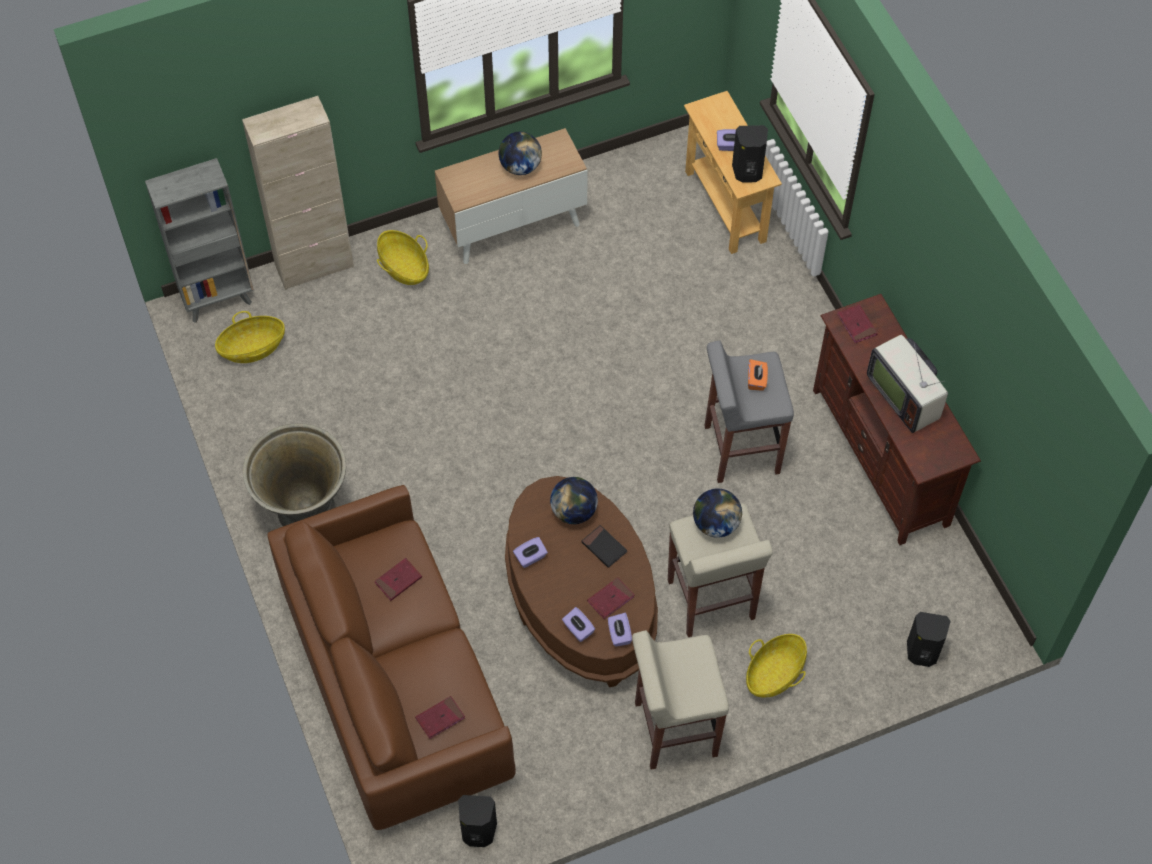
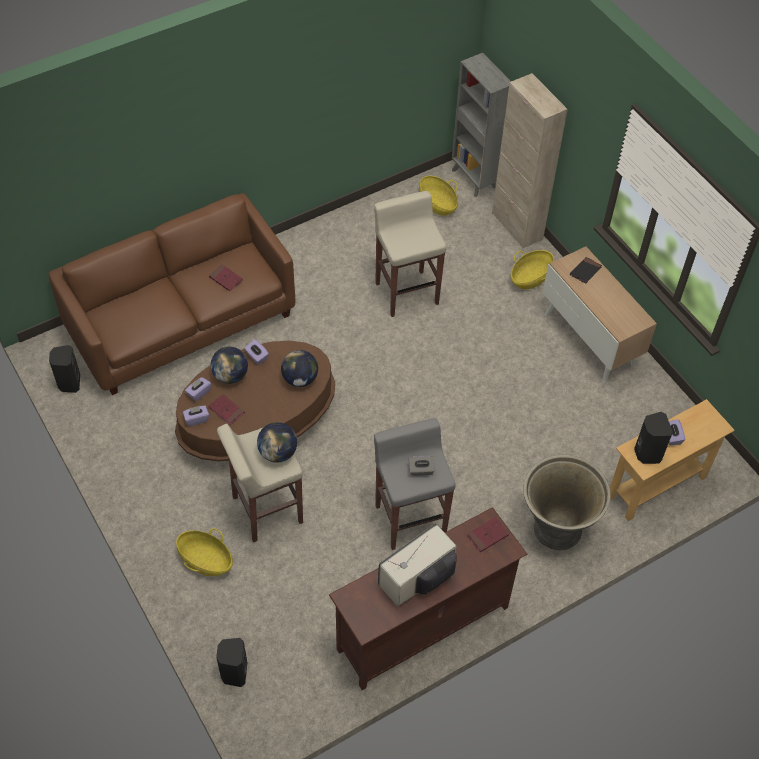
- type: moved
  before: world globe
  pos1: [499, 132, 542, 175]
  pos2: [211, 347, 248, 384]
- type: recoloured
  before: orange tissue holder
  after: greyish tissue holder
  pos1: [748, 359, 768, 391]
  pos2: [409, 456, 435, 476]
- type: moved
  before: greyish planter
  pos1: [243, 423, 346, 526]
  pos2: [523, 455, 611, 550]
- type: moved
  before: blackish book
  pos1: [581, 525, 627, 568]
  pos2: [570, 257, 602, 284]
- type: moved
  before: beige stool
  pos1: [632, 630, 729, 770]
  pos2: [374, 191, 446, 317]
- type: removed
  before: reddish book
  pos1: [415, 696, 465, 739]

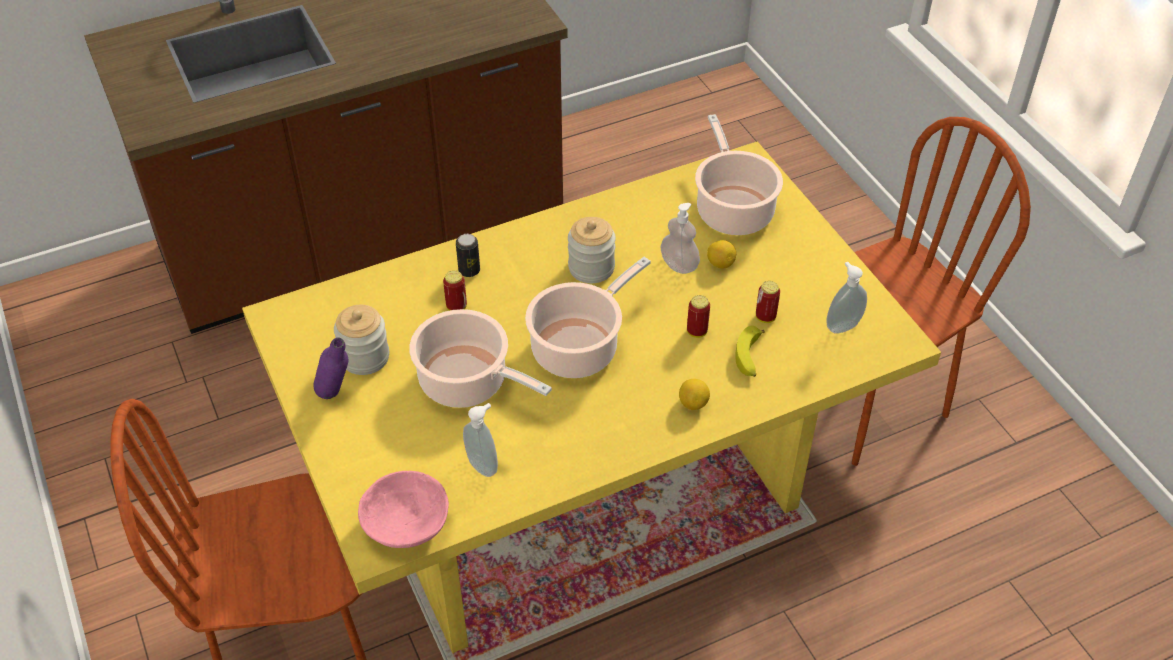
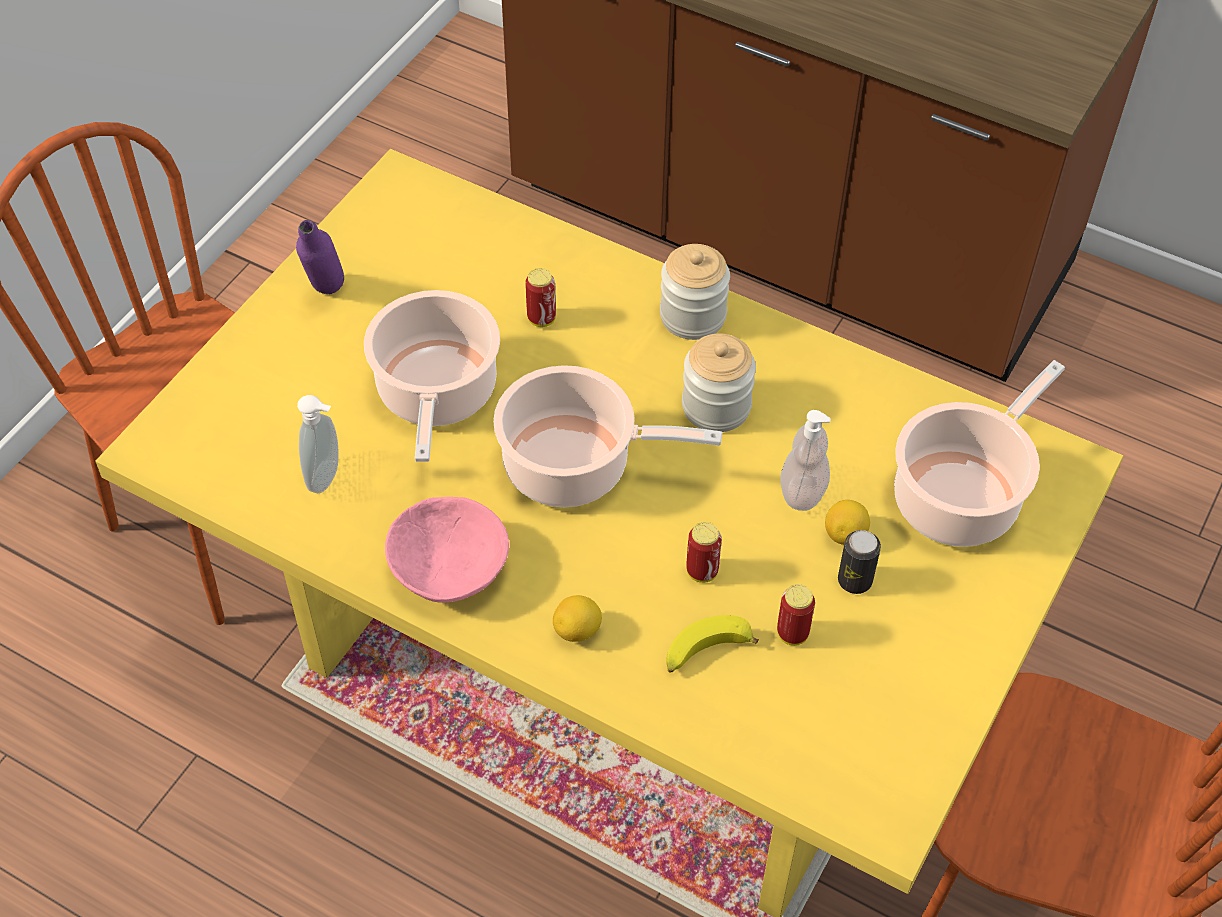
- type: moved
  before: metal can
  pos1: [456, 234, 480, 277]
  pos2: [838, 530, 881, 594]
- type: removed
  before: soap bottle
  pos1: [826, 262, 867, 334]
- type: moved
  before: storage jar
  pos1: [334, 305, 389, 375]
  pos2: [660, 244, 730, 340]
- type: moved
  before: pink serving bowl
  pos1: [358, 471, 449, 548]
  pos2: [385, 497, 509, 603]

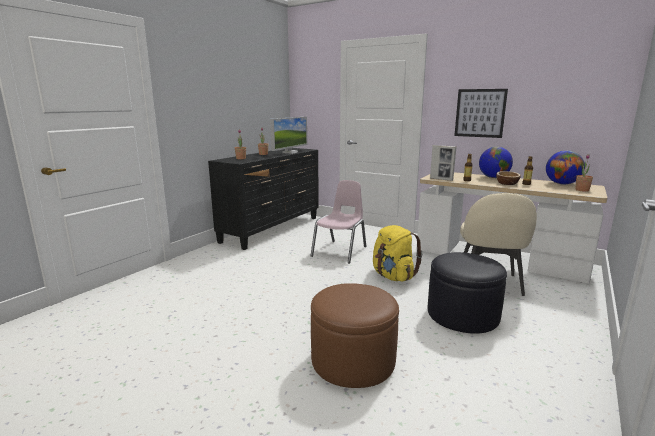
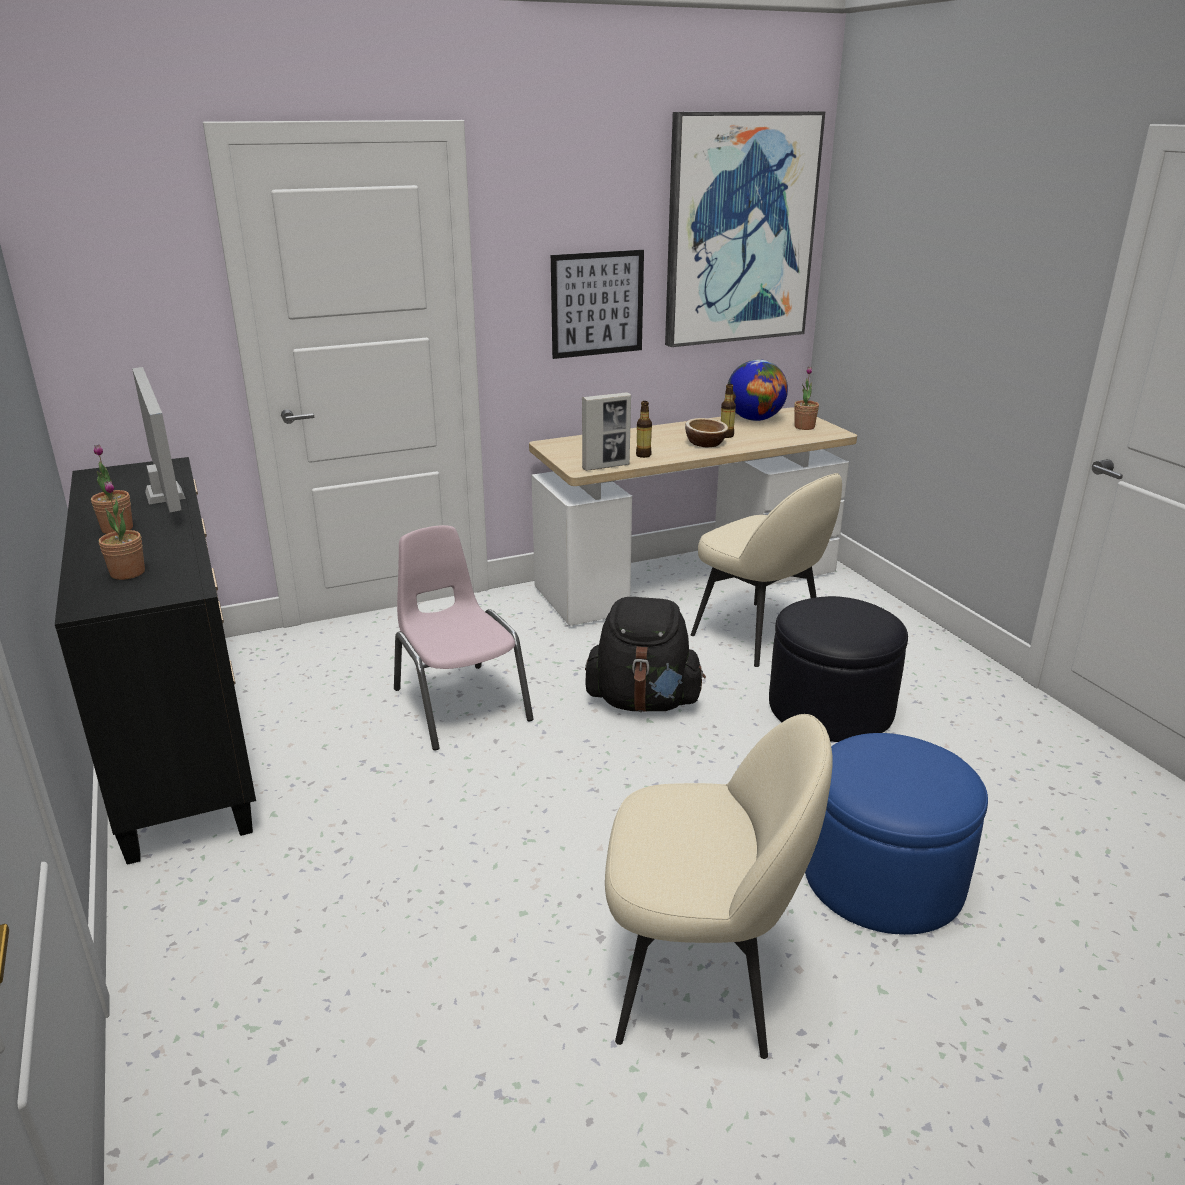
- type: removed
  before: world globe
  pos1: [479, 147, 513, 178]
- type: recoloured
  before: yellow knapsack
  after: blackish knapsack
  pos1: [373, 225, 422, 282]
  pos2: [585, 597, 706, 712]
- type: recoloured
  before: brownish pouffe
  after: bluish pouffe
  pos1: [311, 283, 399, 388]
  pos2: [805, 733, 988, 935]
- type: added
  after: picture
  pos2: [665, 111, 825, 347]
- type: added
  after: beige plain chair
  pos2: [605, 714, 832, 1059]

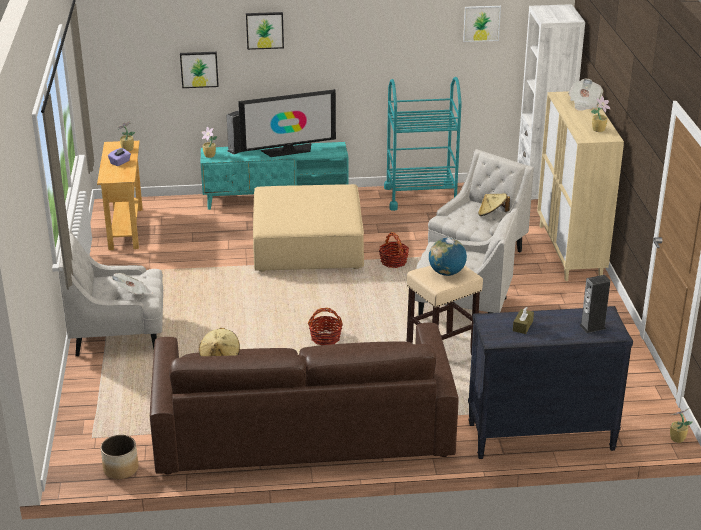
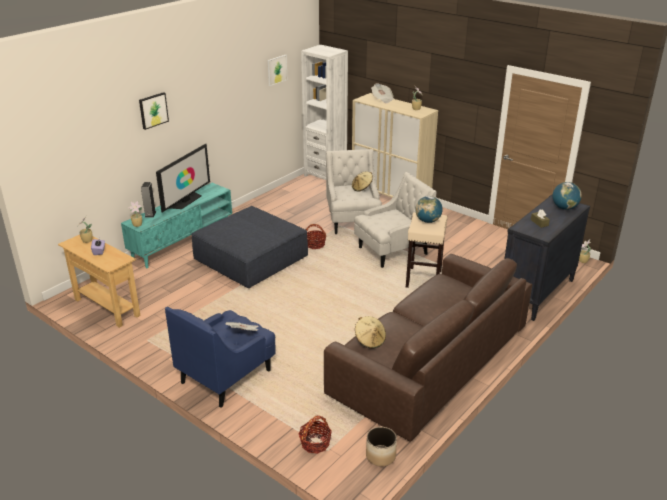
- type: removed
  before: picture
  pos1: [180, 52, 219, 88]
- type: removed
  before: blue-green wheeled cart
  pos1: [384, 77, 462, 211]
- type: recoloured
  before: beige pouffe
  after: bluish pouffe
  pos1: [253, 184, 364, 272]
  pos2: [191, 206, 308, 288]
- type: recoloured
  before: white-coloured armchair
  after: bluish armchair
  pos1: [58, 230, 163, 356]
  pos2: [165, 307, 276, 408]
- type: replaced
  before: speaker
  after: world globe
  pos1: [579, 275, 610, 333]
  pos2: [552, 182, 582, 210]
- type: moved
  before: basket
  pos1: [308, 308, 343, 345]
  pos2: [299, 415, 332, 454]

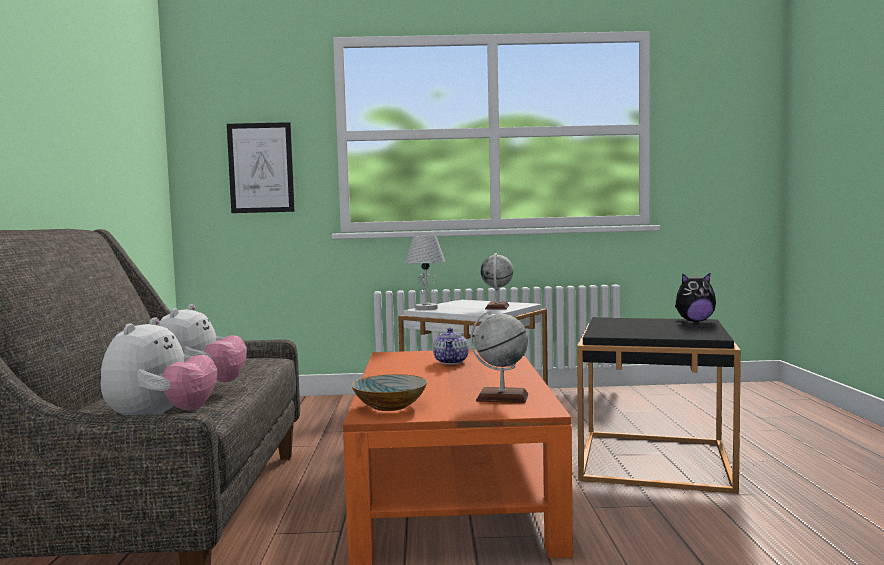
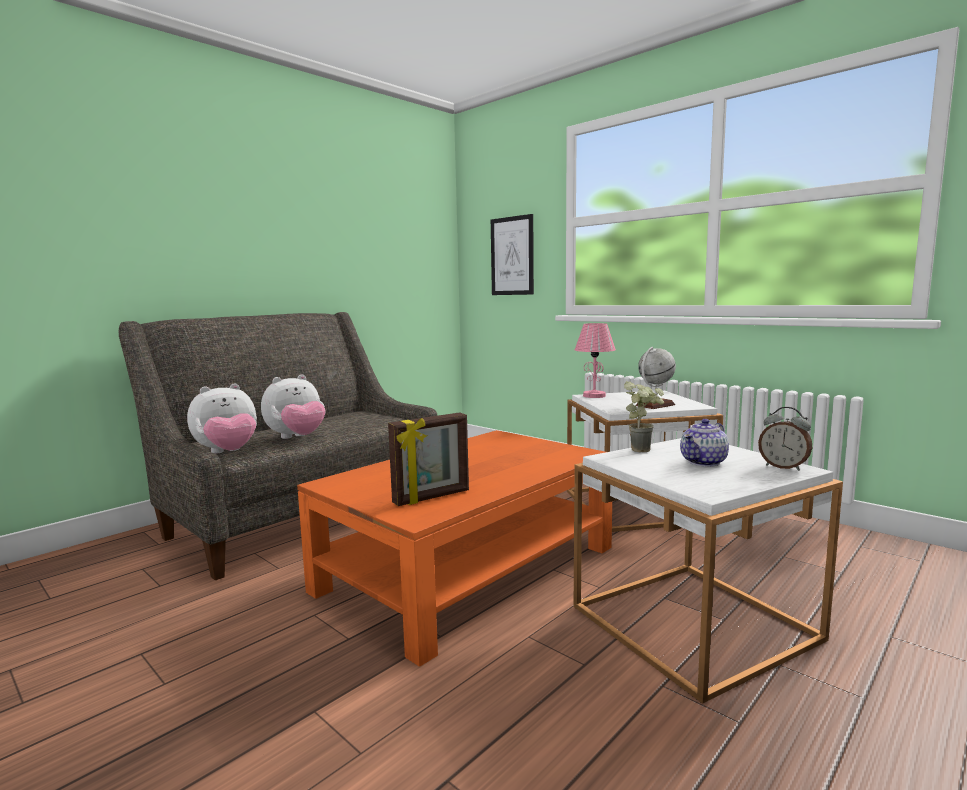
- type: recoloured
  before: white-coloured lamp for a table
  after: pink lamp for a table
  pos1: [405, 236, 446, 310]
  pos2: [575, 323, 616, 398]
- type: replaced
  before: plush toy
  after: table clock
  pos1: [675, 272, 716, 322]
  pos2: [758, 407, 812, 471]
- type: replaced
  before: world globe
  after: standing frame
  pos1: [470, 311, 528, 403]
  pos2: [388, 412, 469, 506]
- type: recoloured
  before: blackish accent table
  after: white-coloured accent table
  pos1: [577, 318, 741, 494]
  pos2: [574, 438, 843, 704]
- type: moved
  before: teapot
  pos1: [433, 328, 469, 364]
  pos2: [680, 419, 729, 467]
- type: removed
  before: serving bowl
  pos1: [351, 374, 427, 411]
- type: added
  after: houseplant
  pos2: [624, 381, 664, 452]

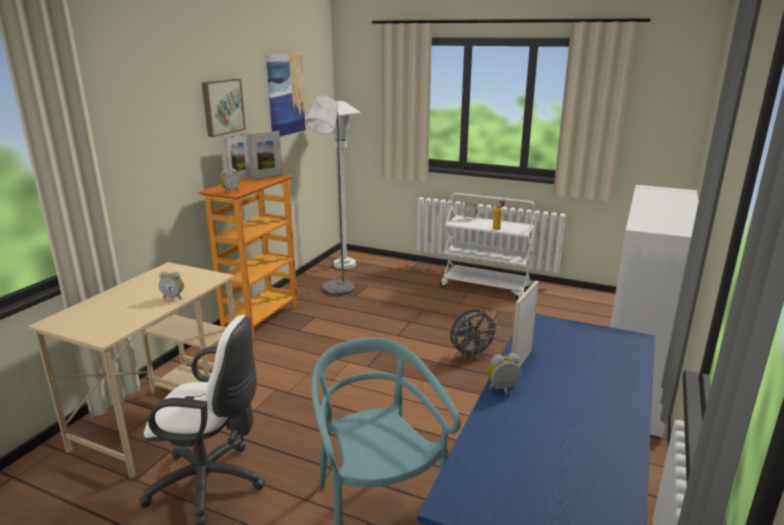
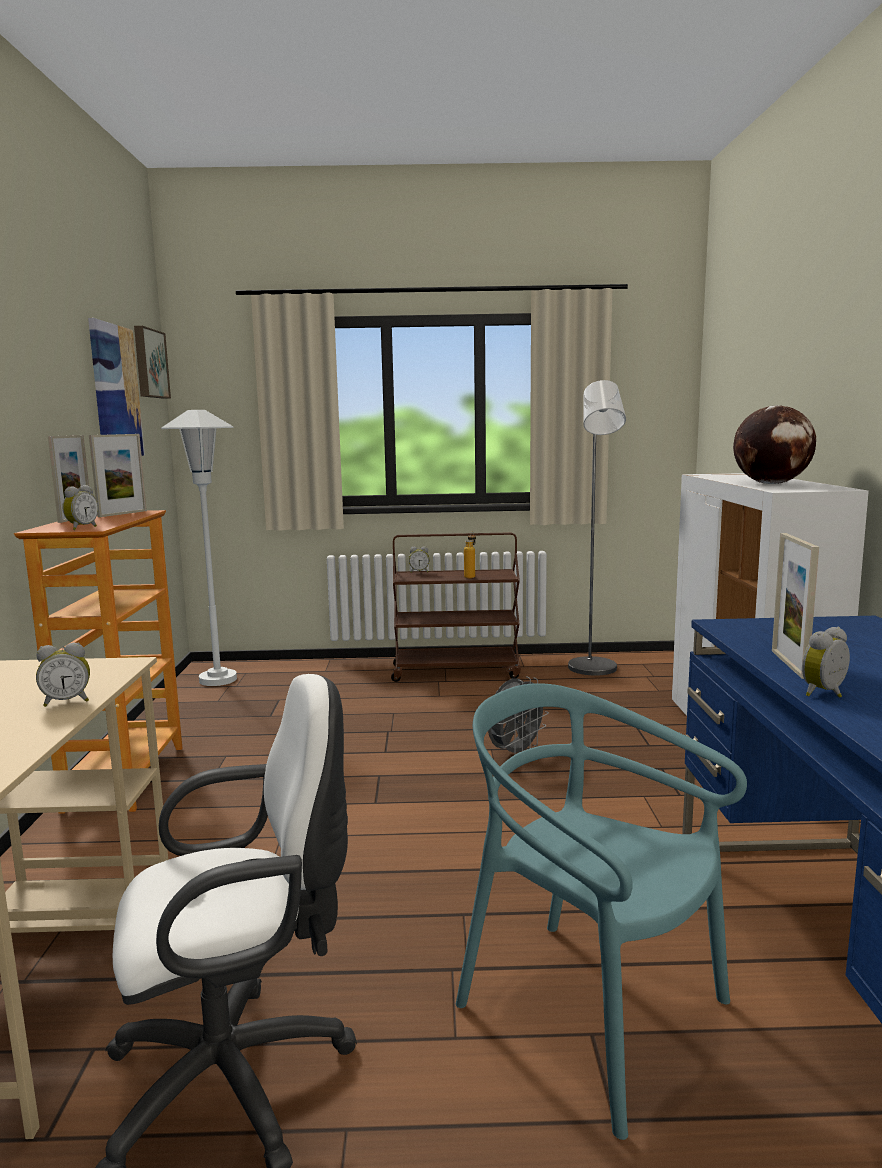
- type: moved
  before: picture
  pos1: [202, 79, 246, 137]
  pos2: [134, 326, 171, 399]
- type: moved
  before: greyish floor lamp
  pos1: [305, 96, 355, 296]
  pos2: [568, 380, 626, 676]
- type: recoloured
  before: white-coloured wheeled cart
  after: brownish wheeled cart
  pos1: [440, 193, 536, 300]
  pos2: [391, 532, 521, 682]
- type: added
  after: world globe
  pos2: [733, 405, 816, 484]

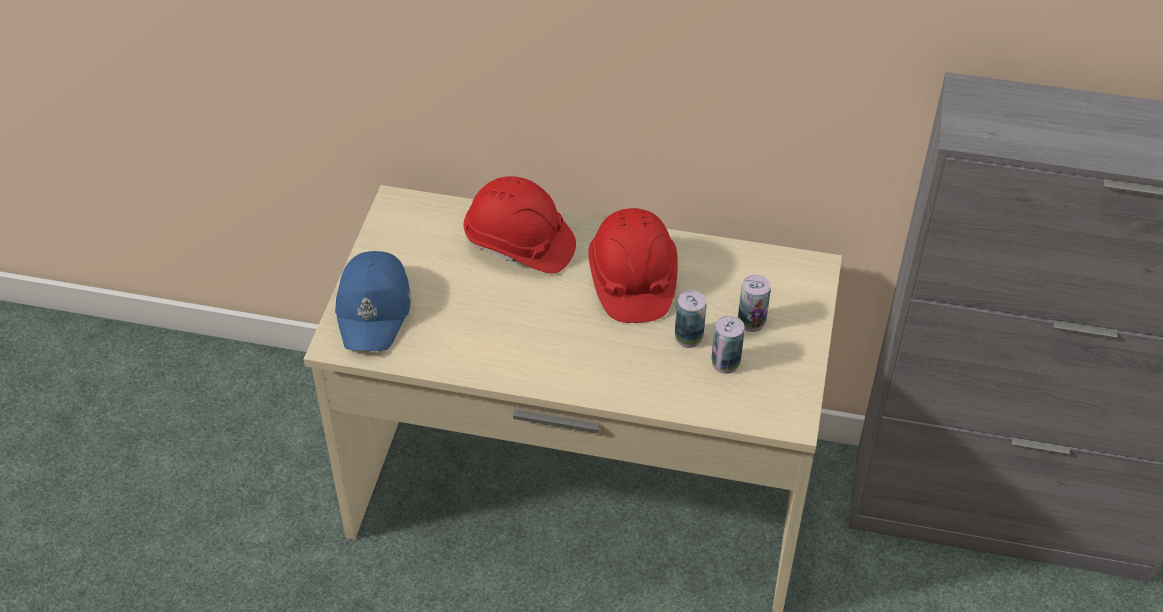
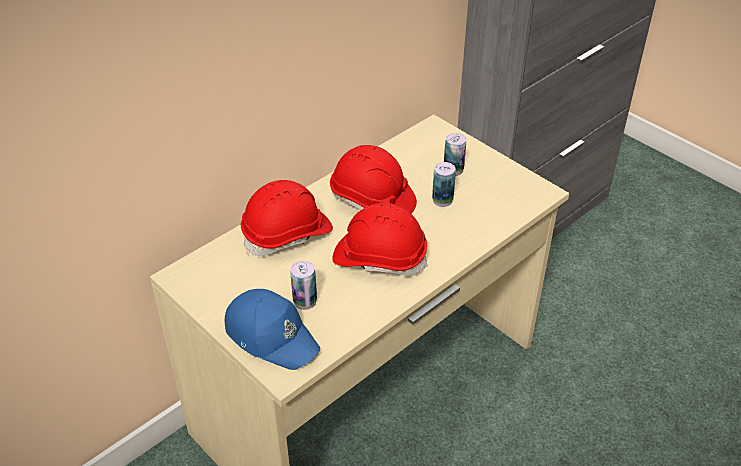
- type: moved
  before: metal can
  pos1: [711, 316, 745, 374]
  pos2: [290, 261, 317, 310]
- type: added
  after: reddish safety helmet
  pos2: [332, 203, 428, 276]

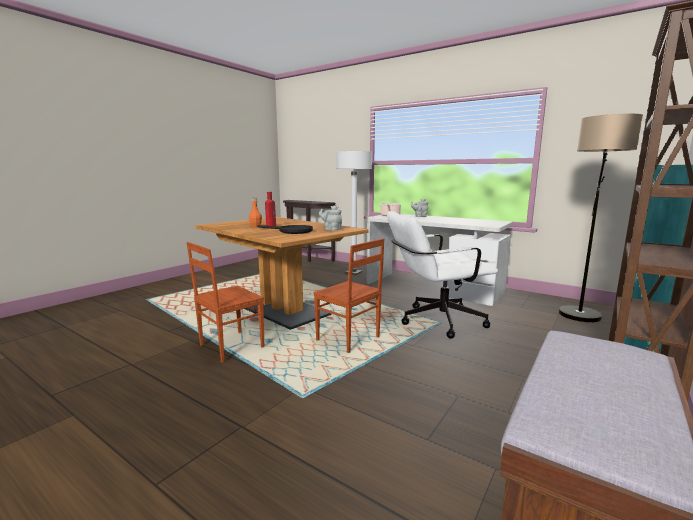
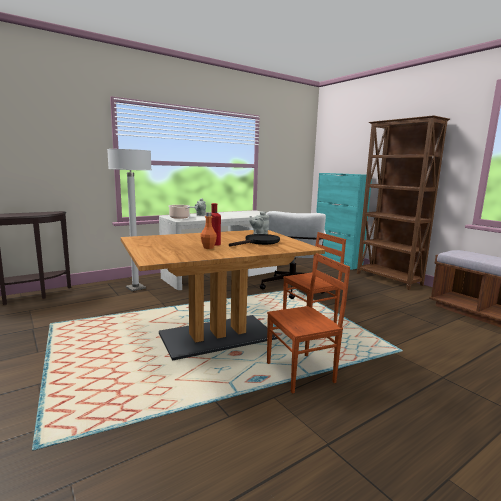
- type: removed
  before: floor lamp
  pos1: [559, 114, 643, 322]
- type: turned
  before: brownish plain chair
  pos1: [187, 242, 265, 363]
  pos2: [267, 253, 350, 393]
  turn: -90

